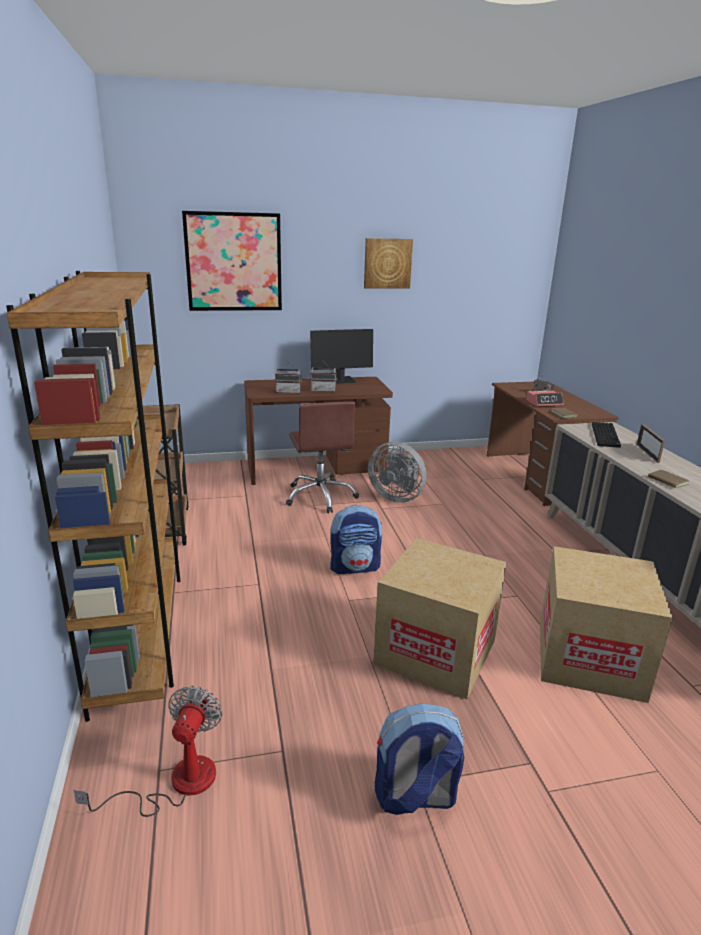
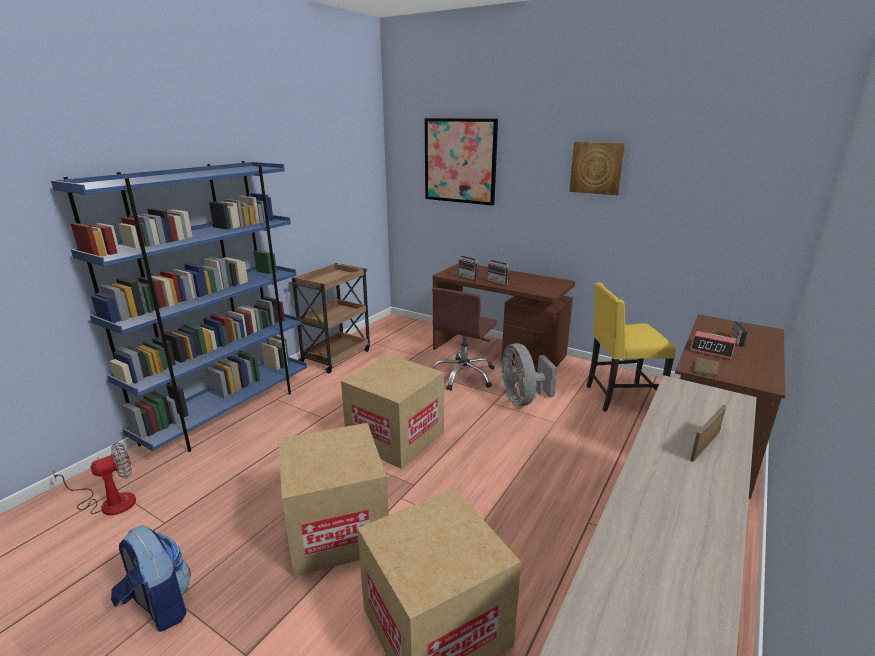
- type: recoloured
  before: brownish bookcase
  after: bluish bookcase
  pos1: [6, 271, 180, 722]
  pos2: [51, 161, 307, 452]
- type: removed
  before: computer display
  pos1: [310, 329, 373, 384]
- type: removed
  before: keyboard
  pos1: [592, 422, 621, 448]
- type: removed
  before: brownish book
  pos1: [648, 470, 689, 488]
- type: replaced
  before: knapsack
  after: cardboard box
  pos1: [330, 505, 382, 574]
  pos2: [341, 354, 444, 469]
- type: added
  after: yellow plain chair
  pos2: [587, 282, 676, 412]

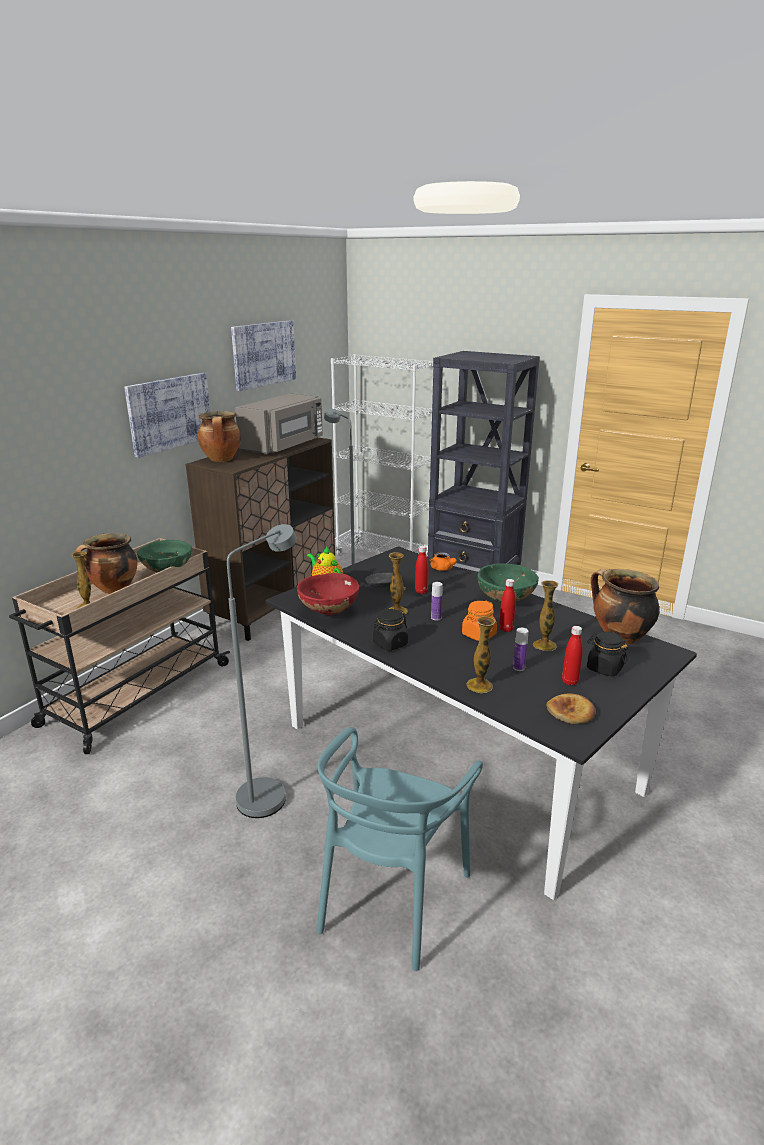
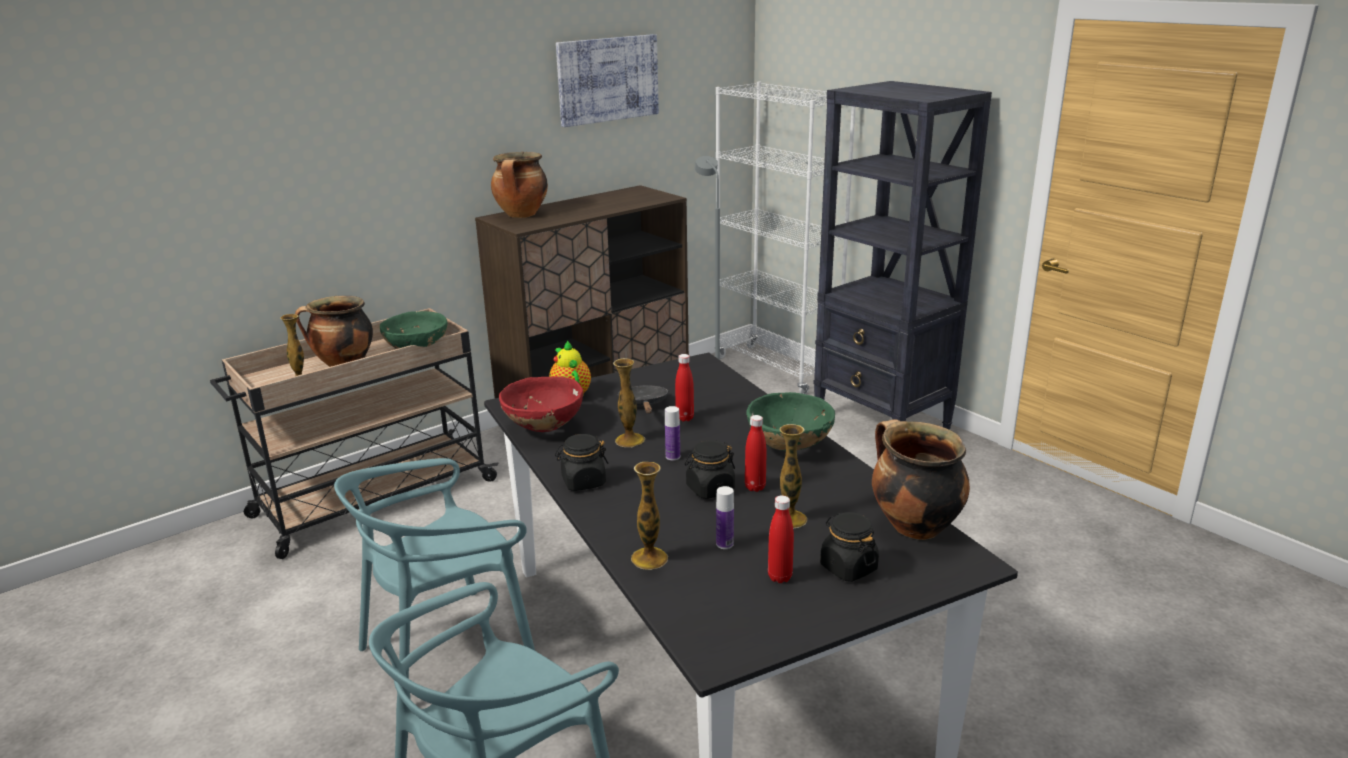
- type: removed
  before: picture
  pos1: [124, 373, 210, 458]
- type: removed
  before: greyish microwave oven
  pos1: [235, 393, 323, 454]
- type: replaced
  before: greyish floor lamp
  after: blue-green plain chair
  pos1: [227, 524, 297, 818]
  pos2: [334, 458, 535, 679]
- type: removed
  before: orange teapot
  pos1: [430, 552, 457, 571]
- type: recoloured
  before: orange storage jar
  after: blackish storage jar
  pos1: [462, 601, 497, 641]
  pos2: [685, 440, 735, 499]
- type: removed
  before: bakery bread
  pos1: [546, 693, 596, 724]

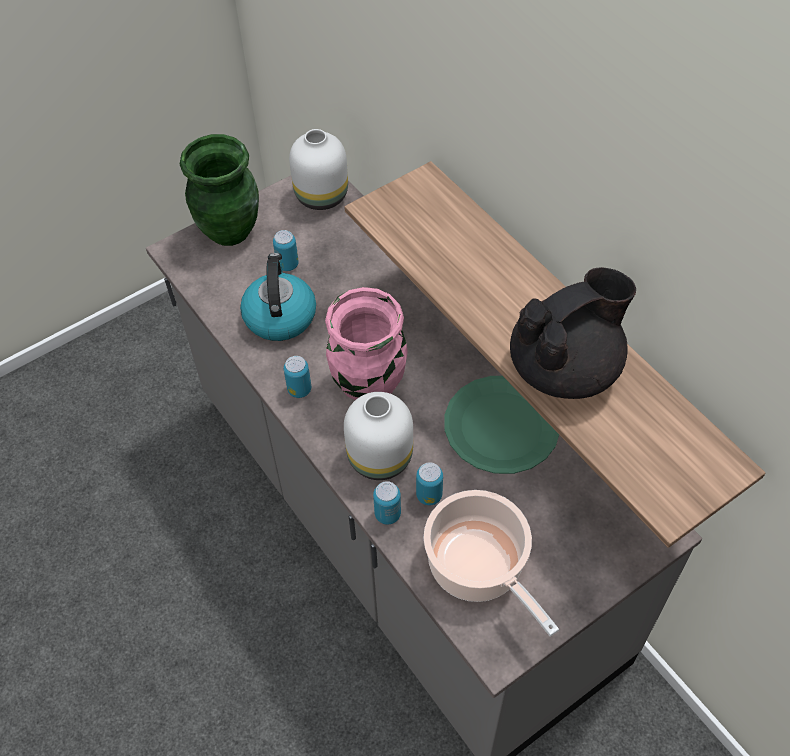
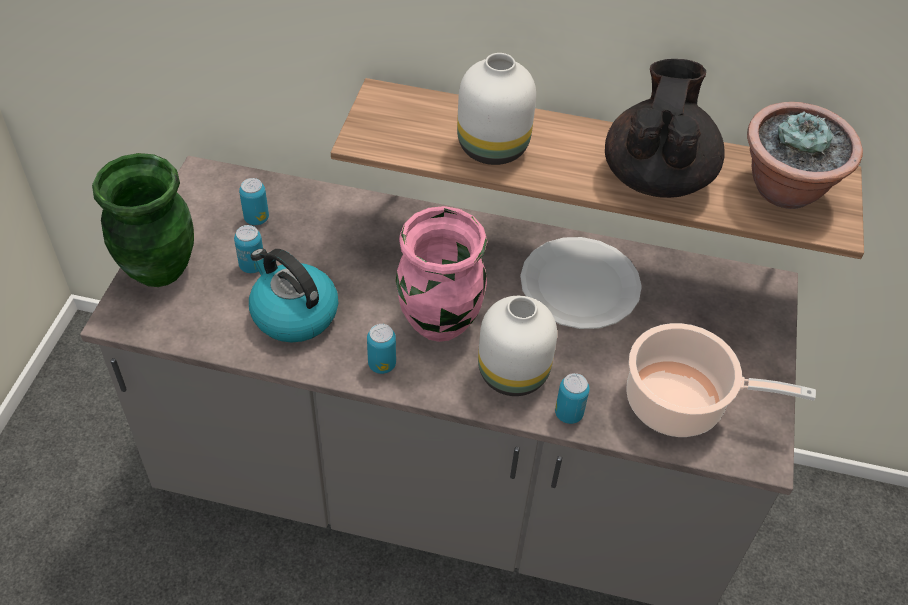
- type: moved
  before: white-coloured flower vase
  pos1: [289, 129, 348, 210]
  pos2: [457, 53, 536, 165]
- type: recoloured
  before: greenish plate
  after: white-coloured plate
  pos1: [444, 376, 559, 474]
  pos2: [520, 237, 642, 329]
- type: moved
  before: metal can
  pos1: [416, 462, 443, 505]
  pos2: [239, 178, 269, 225]
- type: added
  after: houseplant
  pos2: [747, 102, 863, 209]

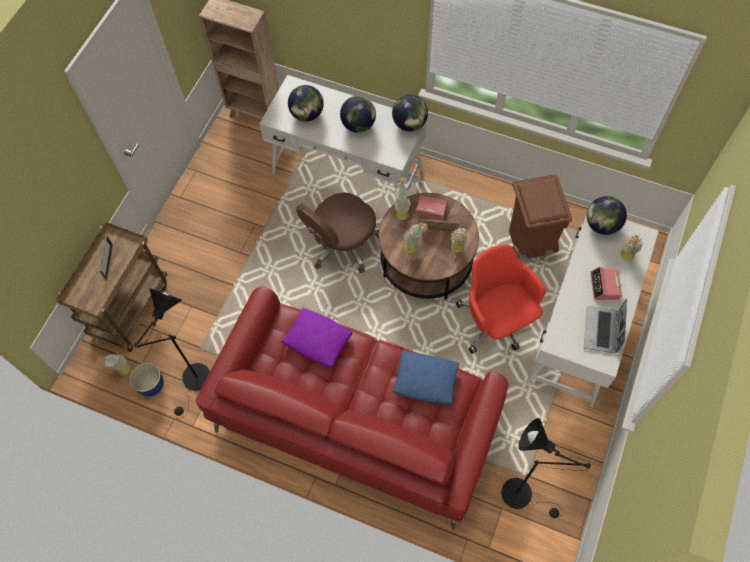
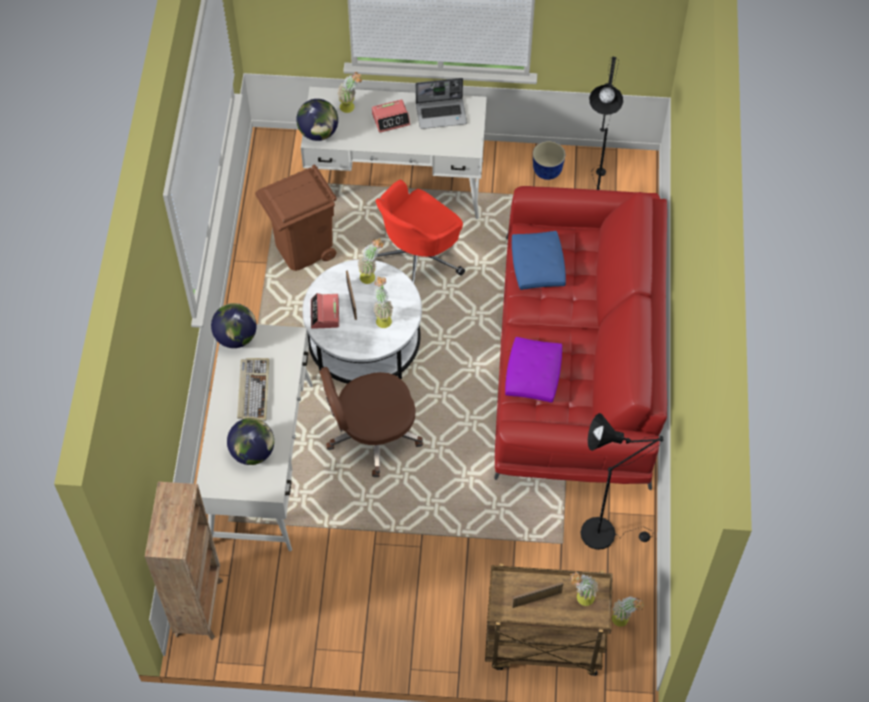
- type: replaced
  before: world globe
  after: keyboard
  pos1: [340, 96, 376, 133]
  pos2: [237, 358, 269, 421]
- type: moved
  before: houseplant
  pos1: [394, 177, 411, 220]
  pos2: [569, 572, 598, 606]
- type: turned
  before: brownish computer chair
  pos1: [296, 192, 379, 273]
  pos2: [319, 367, 423, 477]
  turn: 135
- type: recoloured
  before: brownish low table
  after: white-coloured low table
  pos1: [379, 193, 479, 299]
  pos2: [302, 259, 422, 384]
- type: moved
  before: planter
  pos1: [129, 362, 164, 397]
  pos2: [533, 141, 565, 180]

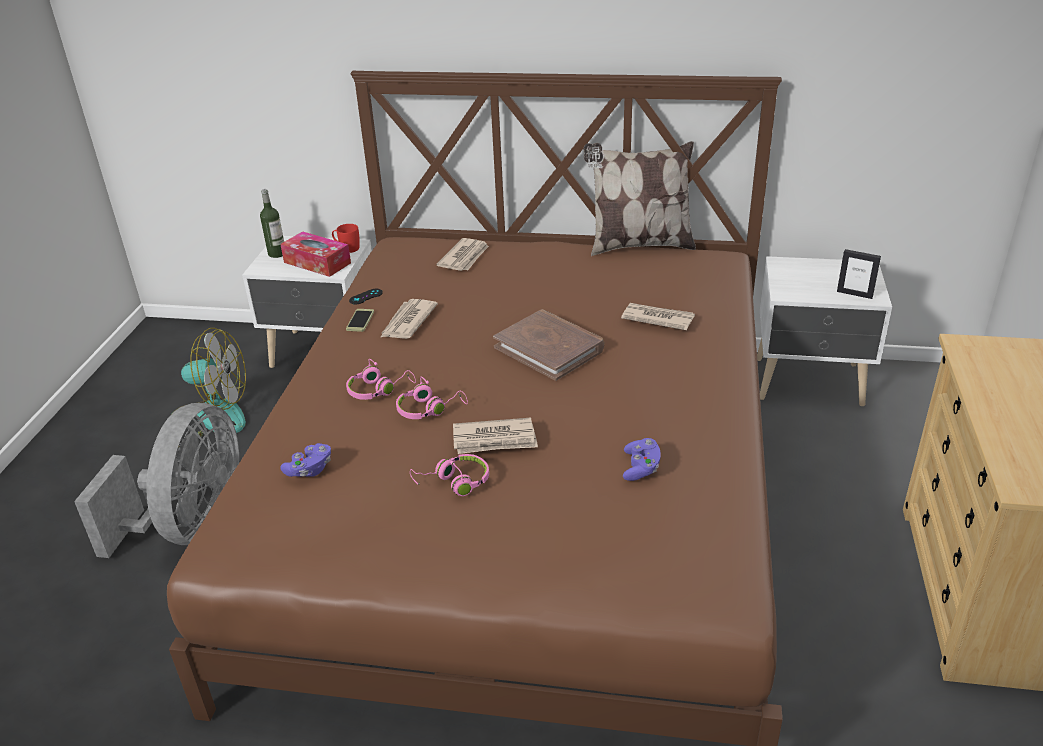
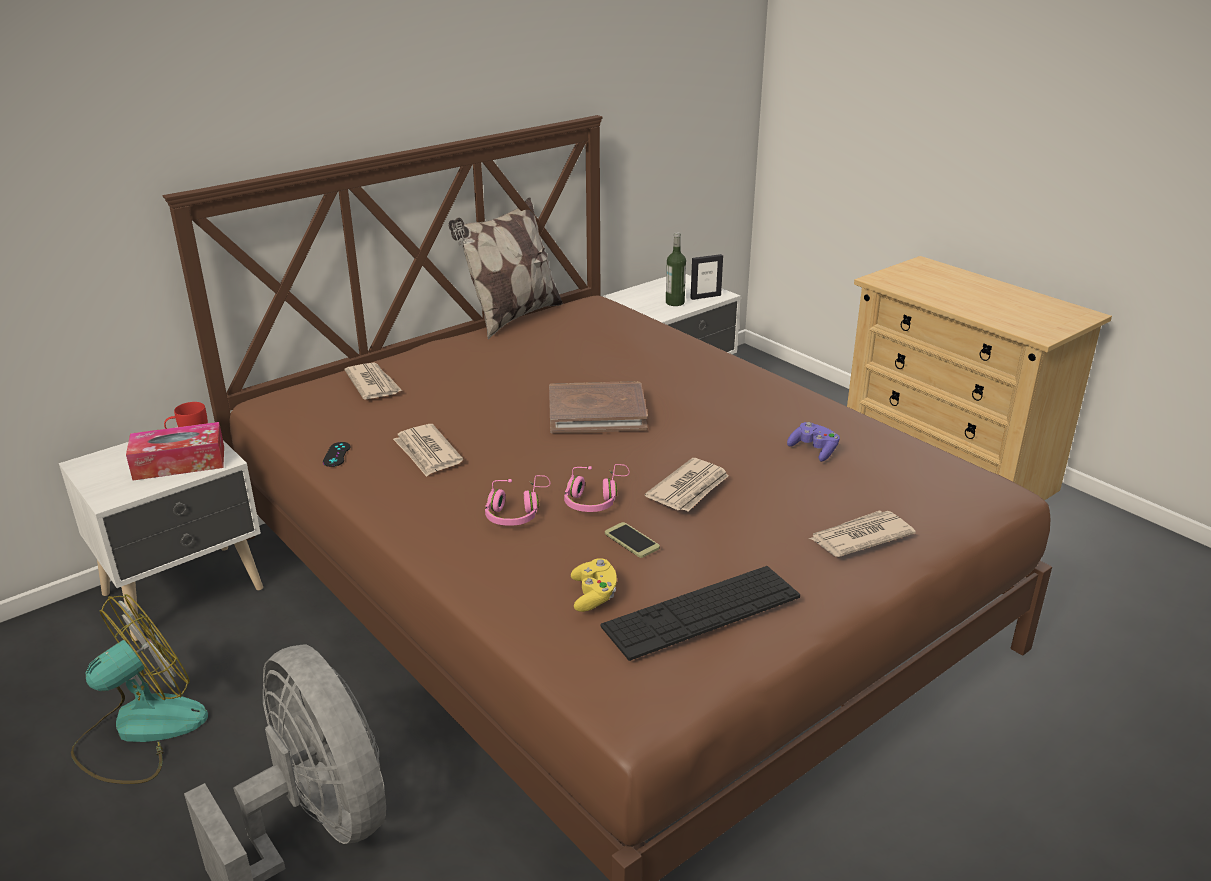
- type: moved
  before: bottle
  pos1: [260, 189, 284, 258]
  pos2: [666, 232, 686, 306]
- type: moved
  before: newspaper
  pos1: [621, 303, 695, 330]
  pos2: [809, 511, 916, 557]
- type: moved
  before: telephone
  pos1: [346, 309, 374, 332]
  pos2: [605, 522, 660, 558]
- type: recoloured
  before: purple game controller
  after: yellow game controller
  pos1: [280, 443, 331, 477]
  pos2: [571, 558, 617, 612]
- type: removed
  before: pink headset
  pos1: [410, 454, 489, 496]
- type: added
  after: keyboard
  pos2: [600, 566, 800, 661]

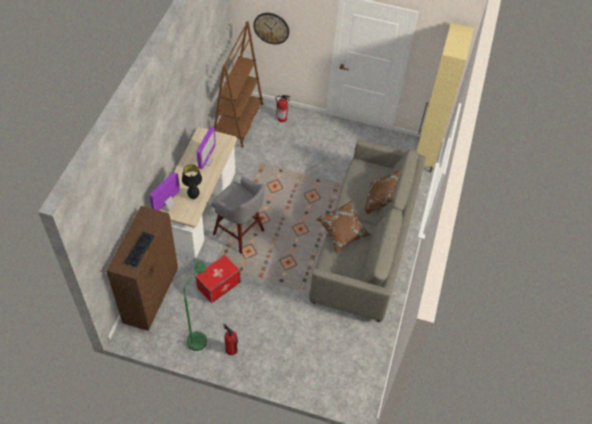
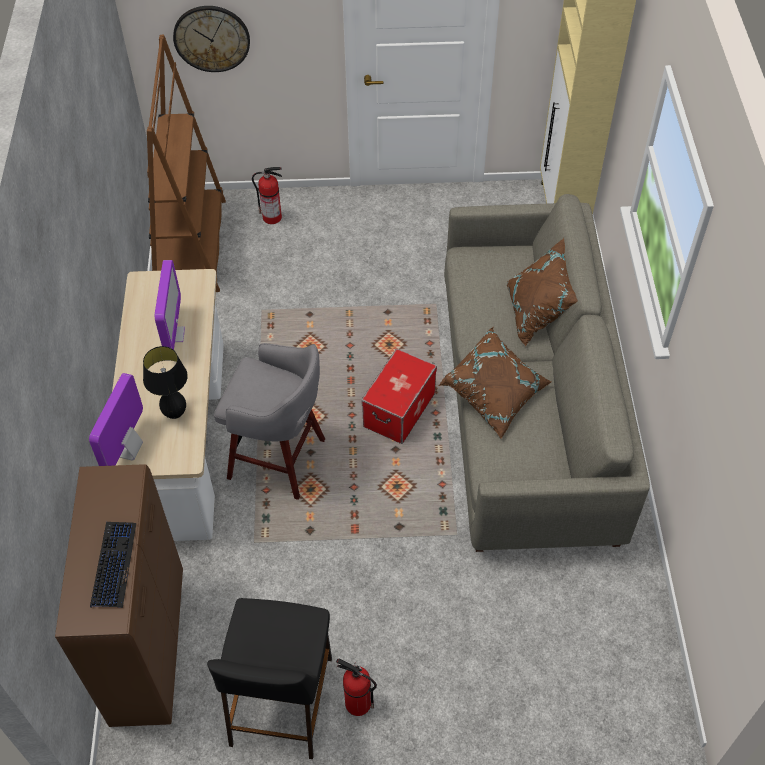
- type: moved
  before: storage container
  pos1: [195, 255, 240, 303]
  pos2: [361, 348, 437, 444]
- type: replaced
  before: greenish floor lamp
  after: blackish stool
  pos1: [184, 261, 207, 351]
  pos2: [207, 598, 332, 759]

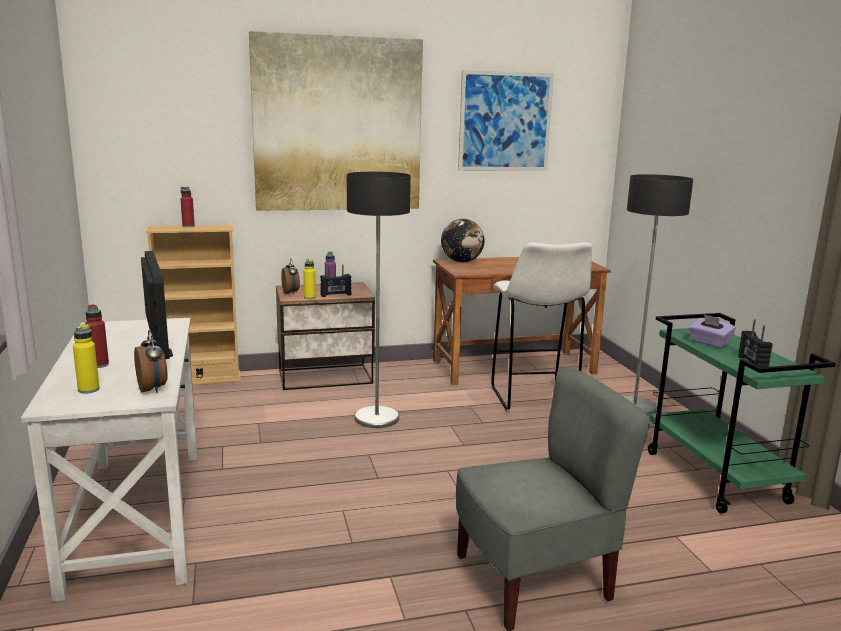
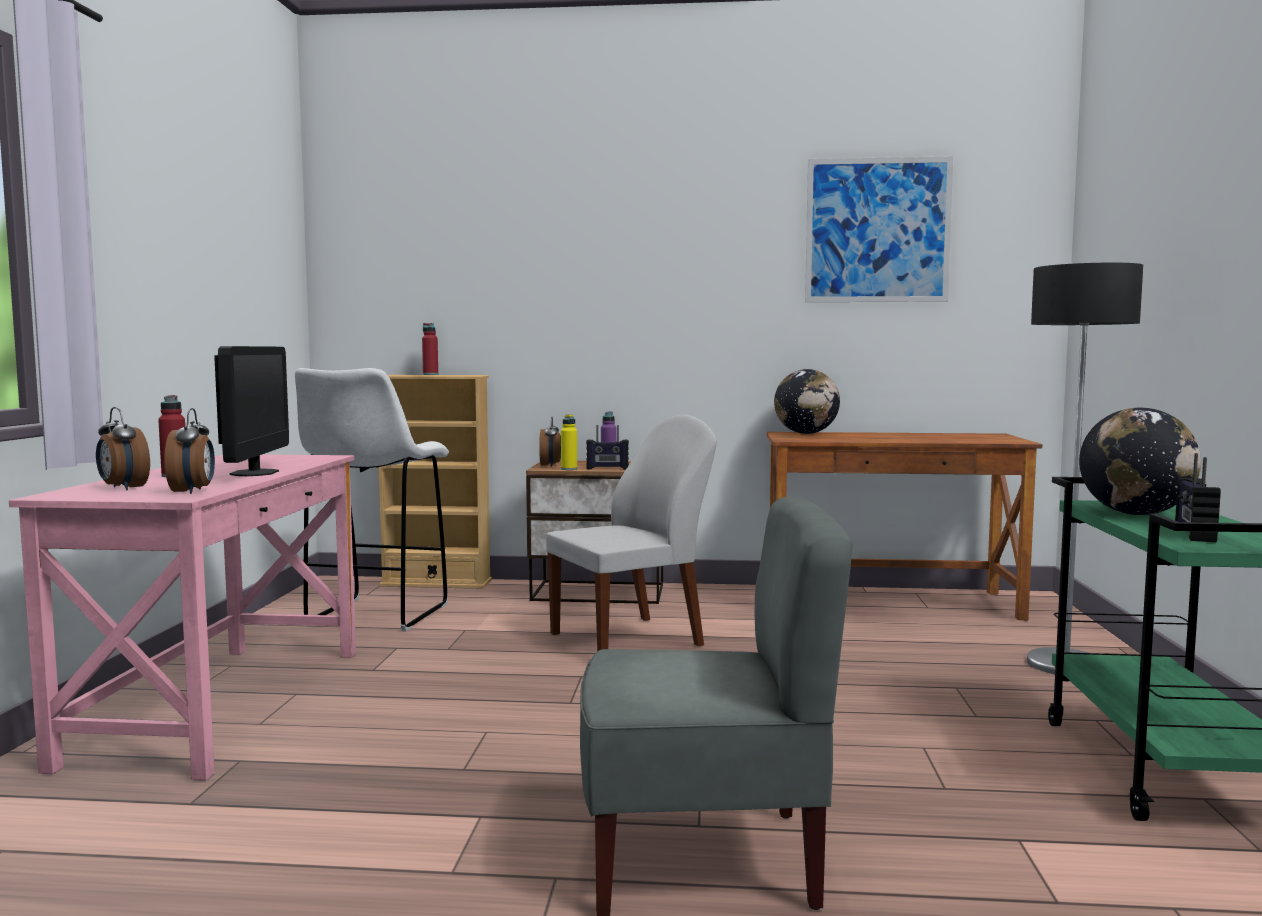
- type: removed
  before: picture
  pos1: [249, 31, 423, 211]
- type: replaced
  before: floor lamp
  after: white-coloured plain chair
  pos1: [347, 172, 411, 428]
  pos2: [546, 415, 717, 651]
- type: moved
  before: white-coloured stool
  pos1: [491, 242, 592, 414]
  pos2: [295, 368, 449, 632]
- type: replaced
  before: purple tissue holder
  after: world globe
  pos1: [689, 314, 736, 348]
  pos2: [1079, 408, 1201, 515]
- type: recoloured
  before: white-coloured desk table
  after: pink desk table
  pos1: [21, 318, 198, 602]
  pos2: [9, 454, 356, 781]
- type: replaced
  before: yellow bottle
  after: table clock
  pos1: [73, 324, 100, 394]
  pos2: [96, 407, 150, 490]

